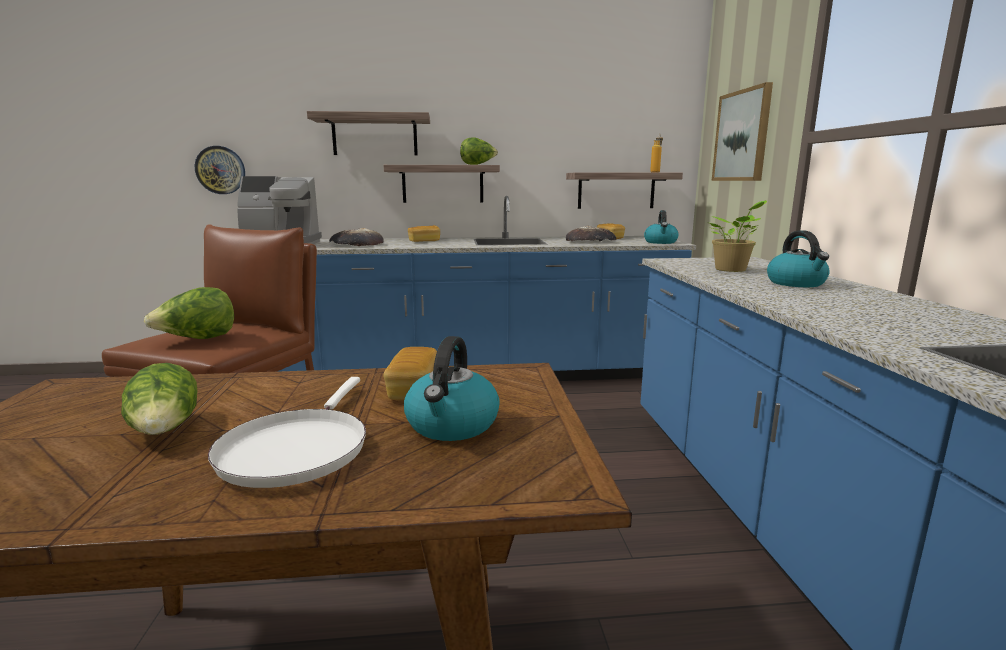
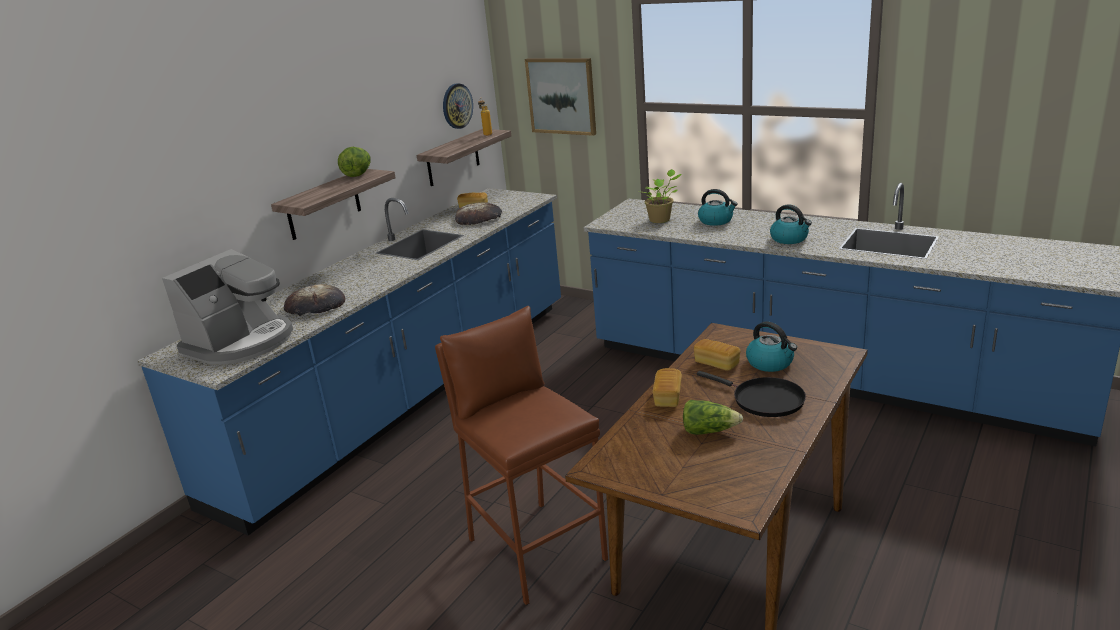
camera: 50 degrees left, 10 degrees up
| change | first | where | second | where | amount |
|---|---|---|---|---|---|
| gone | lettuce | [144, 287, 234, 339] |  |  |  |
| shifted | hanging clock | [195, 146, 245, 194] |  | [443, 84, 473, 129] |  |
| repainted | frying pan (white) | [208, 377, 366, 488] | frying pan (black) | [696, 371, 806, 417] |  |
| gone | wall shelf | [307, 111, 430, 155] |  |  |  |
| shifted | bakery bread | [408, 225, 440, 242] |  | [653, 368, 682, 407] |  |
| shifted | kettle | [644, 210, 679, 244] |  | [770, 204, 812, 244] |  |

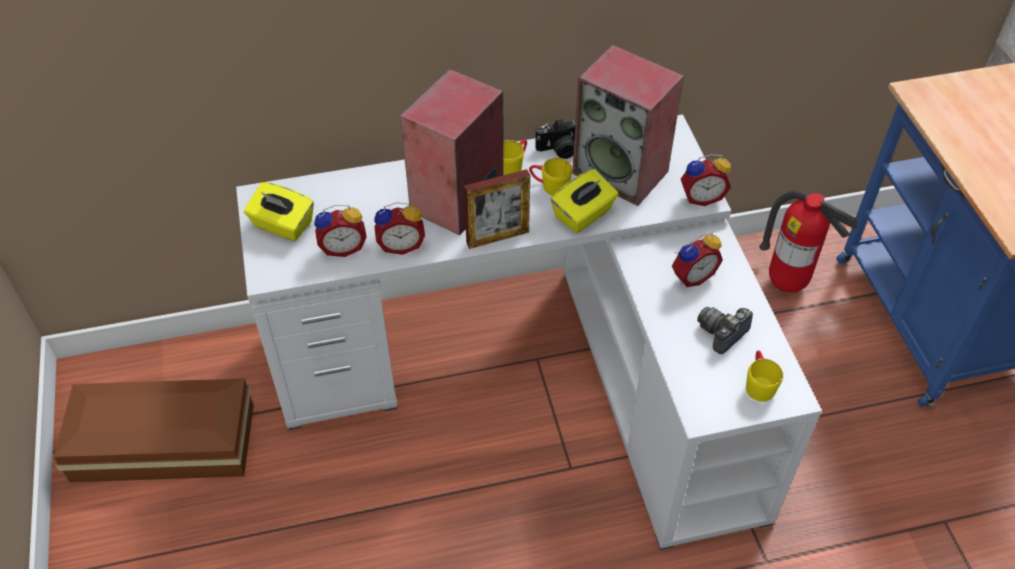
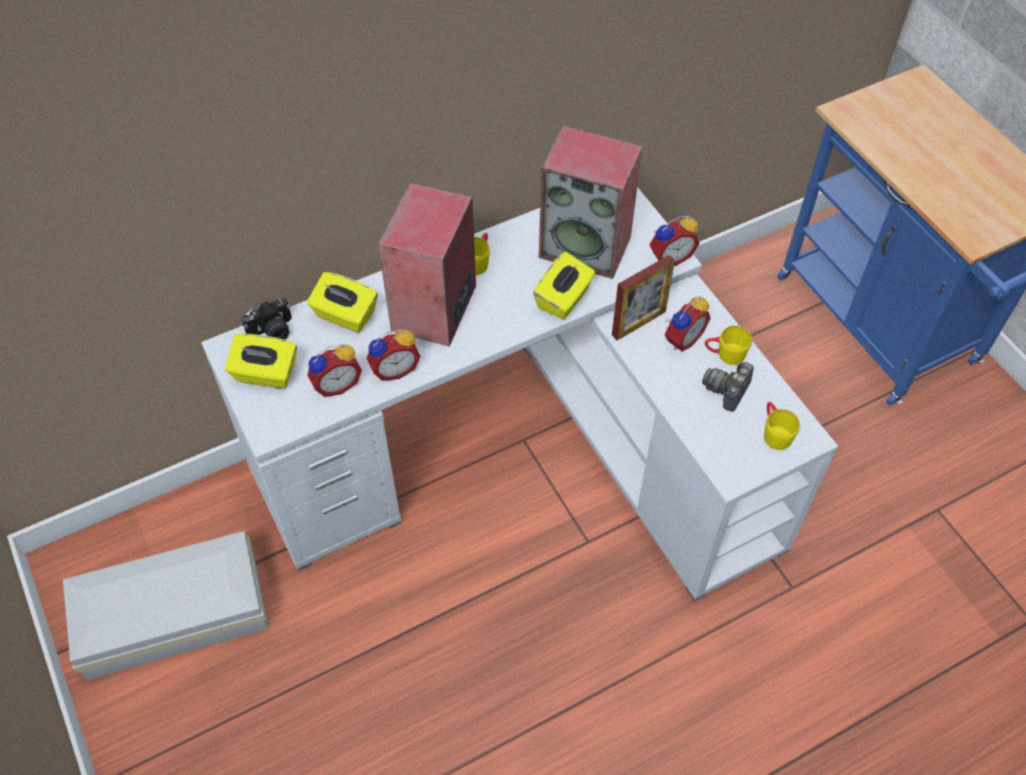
camera: 15 degrees left, 5 degrees up
| change | first | where | second | where | amount |
|---|---|---|---|---|---|
| repainted | storage box (brownish) | [54, 378, 254, 482] | storage box (white) | [63, 531, 269, 680] |  |
| shifted | standing frame | [464, 169, 530, 249] |  | [612, 255, 675, 340] |  |
| shifted | coffee mug (yellowish) | [529, 158, 572, 196] |  | [705, 325, 752, 365] |  |
| shifted | still camera | [535, 119, 575, 159] |  | [241, 298, 292, 340] |  |
| gone | fire-fighting cylinder | [759, 190, 858, 293] |  |  |  |
| new |  |  | tissue holder (yellowish) | [307, 272, 378, 332] |  |

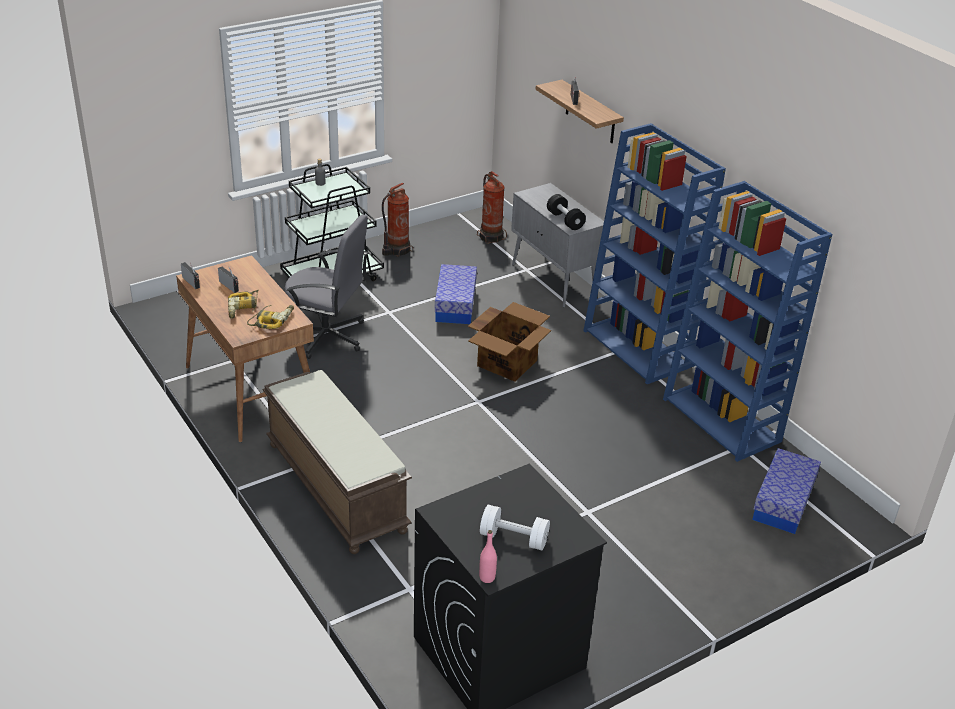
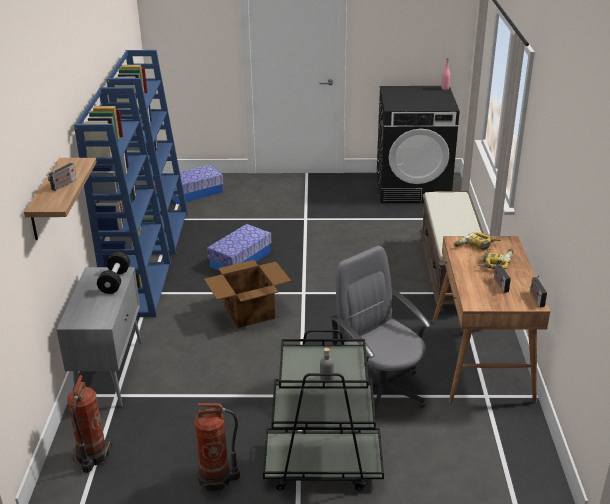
camera: 145 degrees left, 5 degrees down
| change | first | where | second | where | amount |
|---|---|---|---|---|---|
| shifted | storage box | [435, 264, 477, 324] |  | [207, 224, 272, 271] |  |
| gone | dumbbell (white) | [480, 505, 550, 551] |  |  |  |

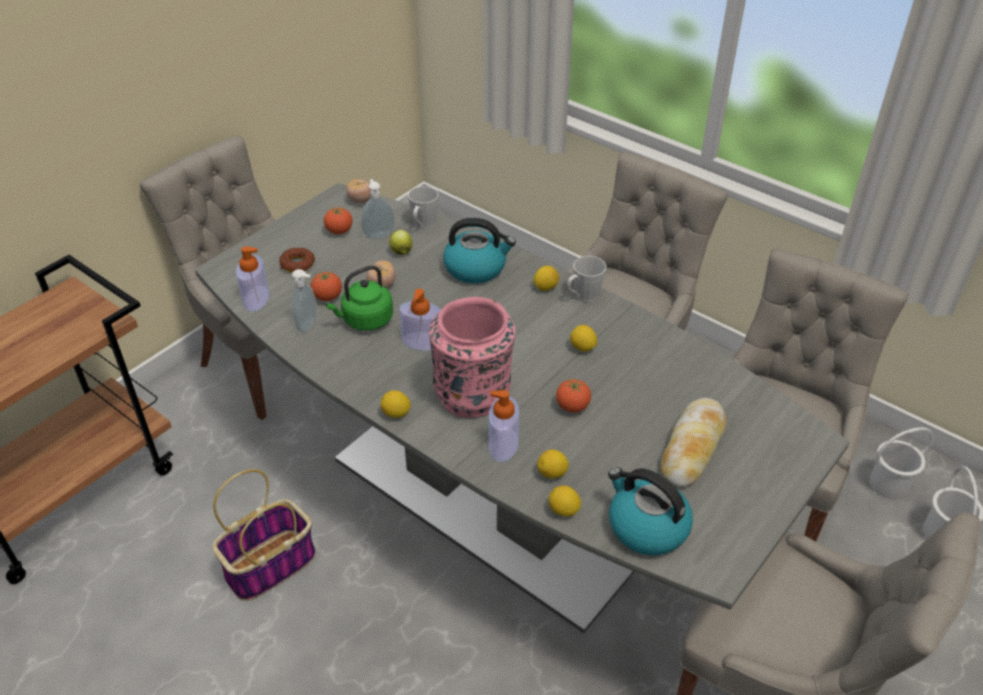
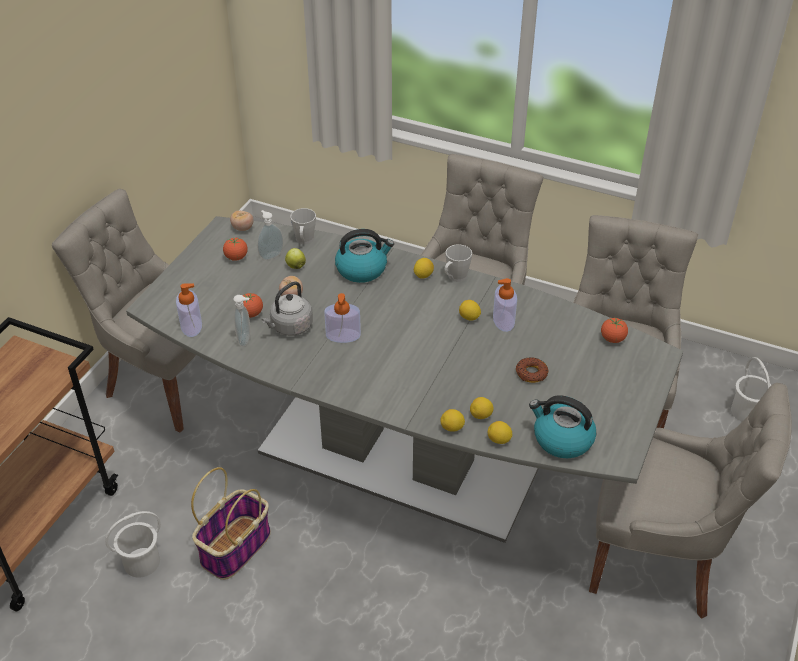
camera: 15 degrees left, 0 degrees up
| change | first | where | second | where | amount |
|---|---|---|---|---|---|
| shifted | donut | [279, 248, 315, 273] |  | [516, 358, 548, 383] |  |
| repainted | kettle (greenish) | [326, 265, 393, 331] | kettle (gray) | [262, 281, 313, 336] |  |
| shifted | lemon | [380, 390, 411, 418] |  | [440, 409, 465, 432] |  |
| gone | decorative vase (pinkish) | [429, 297, 515, 418] |  |  |  |
| shifted | soap dispenser | [489, 390, 519, 462] |  | [493, 278, 517, 332] |  |
| shifted | whole tomato | [556, 379, 591, 413] |  | [601, 318, 628, 343] |  |
| gone | bakery bread | [660, 398, 726, 487] |  |  |  |
| shifted | pail (white) | [869, 427, 934, 500] |  | [105, 511, 161, 578] |  |

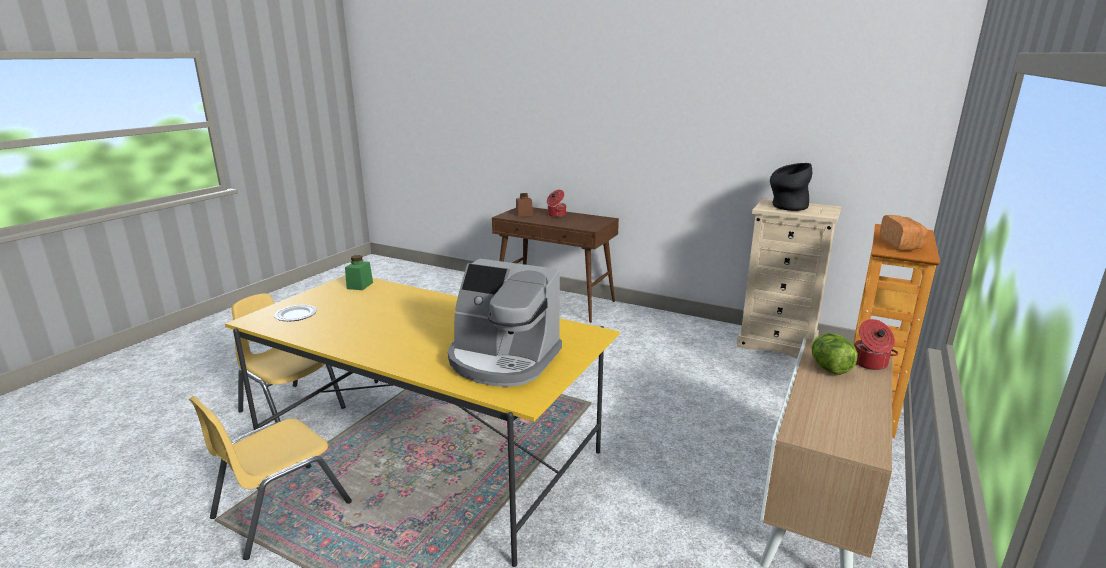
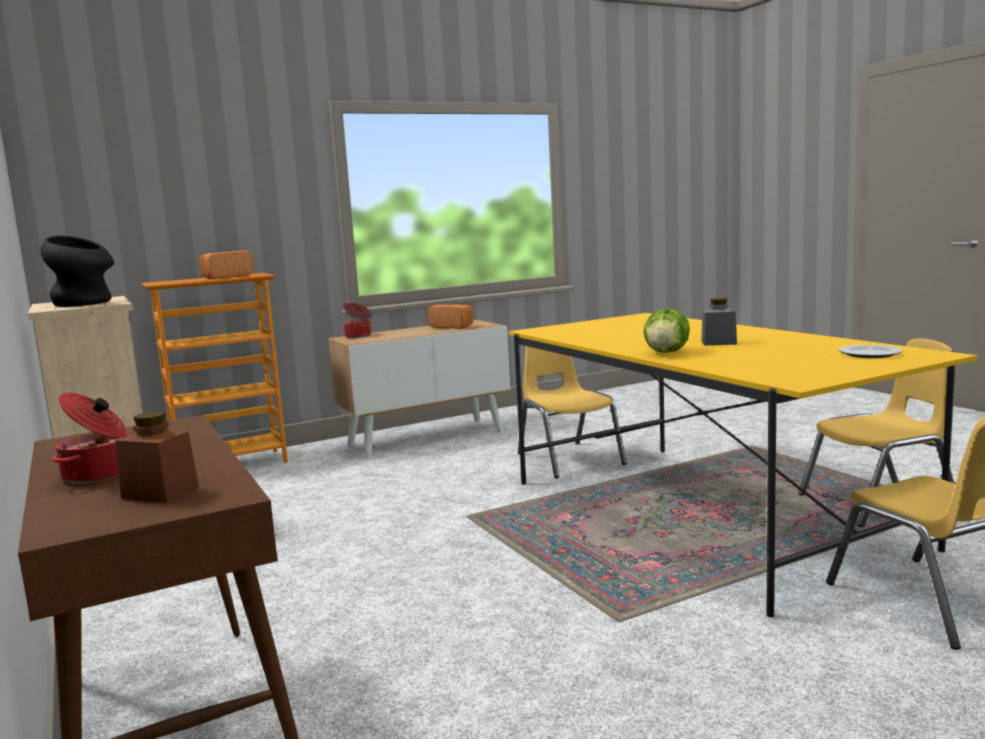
camera: 145 degrees left, 10 degrees down
| change | first | where | second | where | amount |
|---|---|---|---|---|---|
| gone | jar (greenish) | [345, 255, 373, 290] |  |  |  |
| gone | coffee brewer | [448, 259, 562, 387] |  |  |  |
| shifted | lettuce | [811, 333, 858, 375] |  | [643, 308, 690, 353] |  |
| new |  |  | bakery bread | [427, 304, 473, 329] |  |
| new |  |  | upright chair (yellowish) | [518, 346, 627, 478] |  |
| new |  |  | jar (gray) | [701, 298, 737, 346] |  |

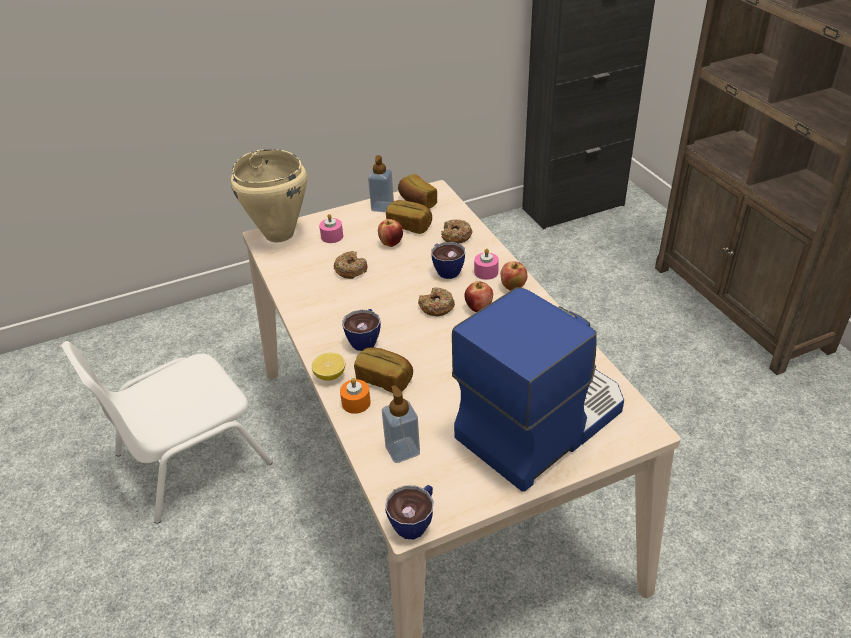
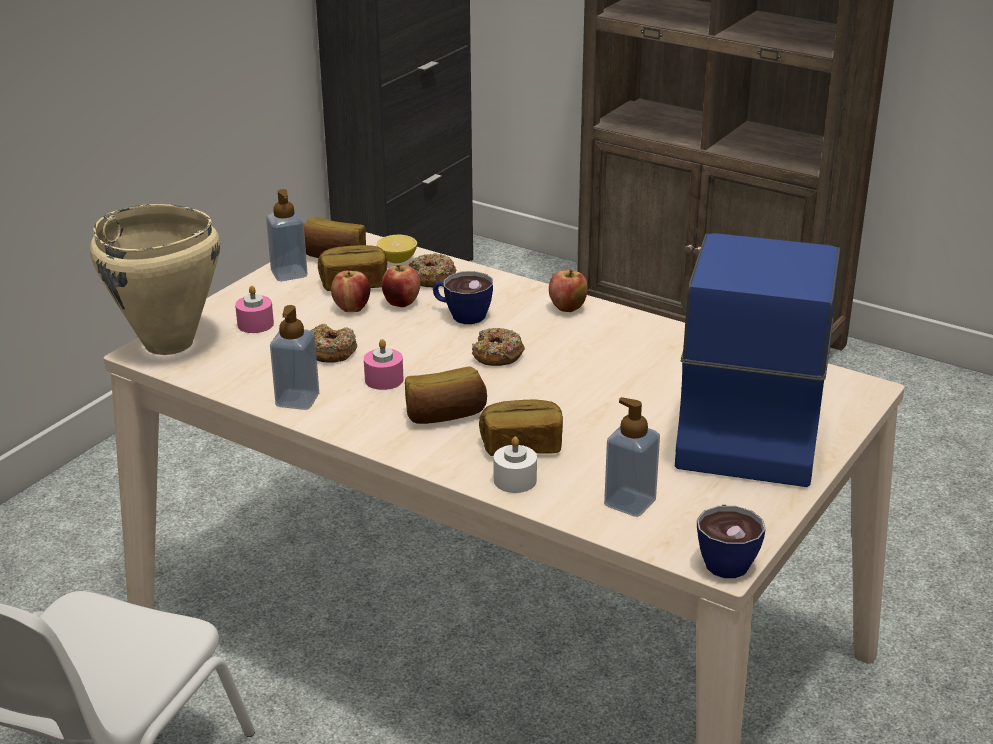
camera: 35 degrees left, 10 degrees down
| change | first | where | second | where | amount |
|---|---|---|---|---|---|
| shifted | lemon | [312, 353, 345, 381] |  | [377, 235, 417, 264] |  |
| repainted | candle (orange) | [340, 378, 371, 414] | candle (white) | [494, 437, 537, 493] |  |
| swapped | small cup | [342, 309, 381, 351] | bakery bread | [405, 366, 487, 424] |  |
| shifted | apple | [465, 281, 493, 312] |  | [382, 265, 421, 307] |  |
| shifted | candle (pinkish) | [474, 248, 499, 280] |  | [364, 339, 404, 390] |  |
| new |  |  | soap dispenser | [270, 305, 319, 410] |  |

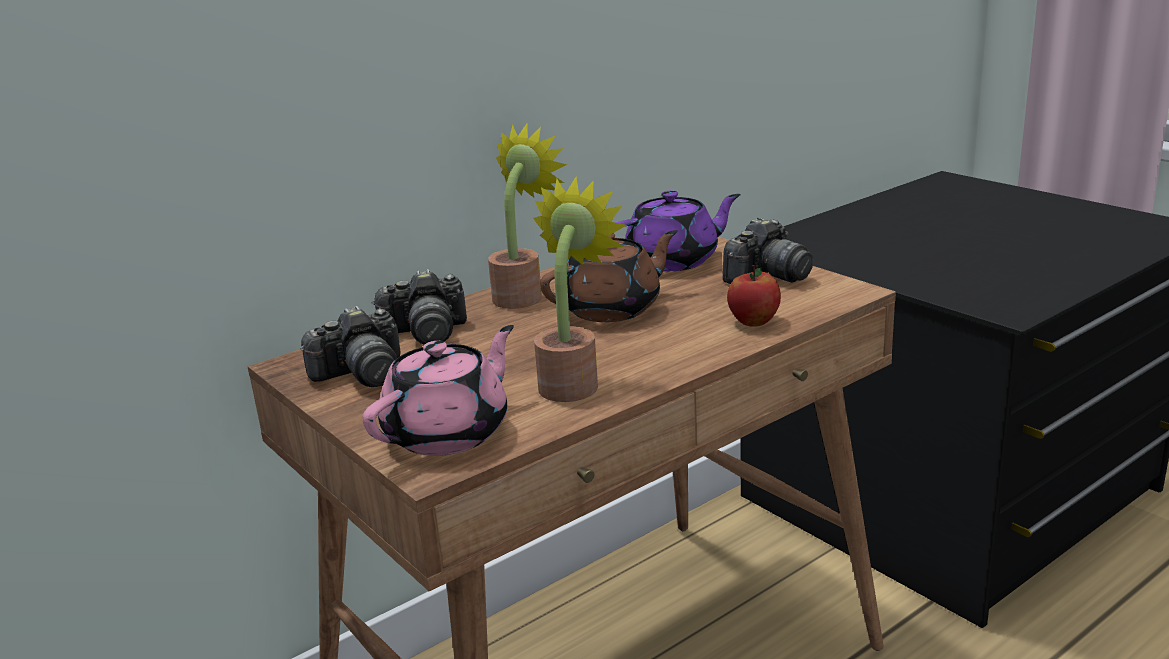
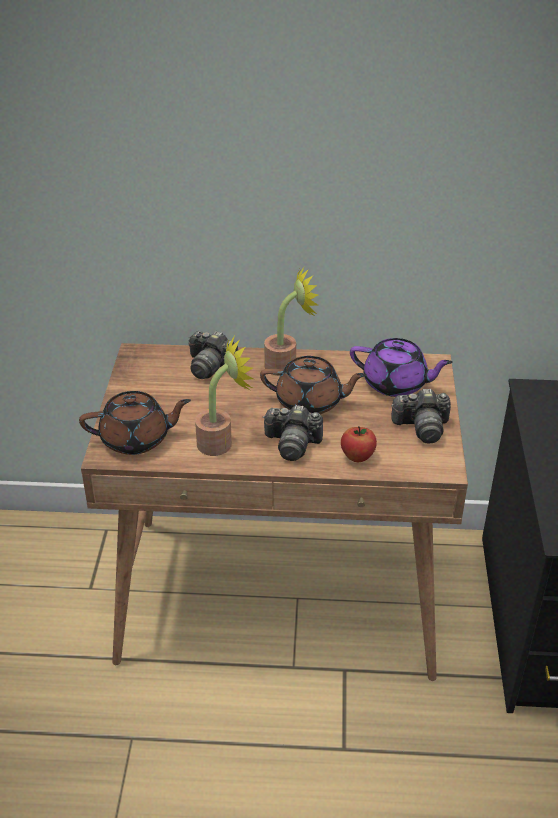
camera: 40 degrees right, 15 degrees up
| change | first | where | second | where | amount |
|---|---|---|---|---|---|
| shifted | still camera | [300, 306, 401, 387] |  | [263, 405, 323, 461] |  |
| repainted | pot for tea (pinkish) | [363, 325, 514, 456] | pot for tea (brownish) | [79, 391, 191, 455] |  |

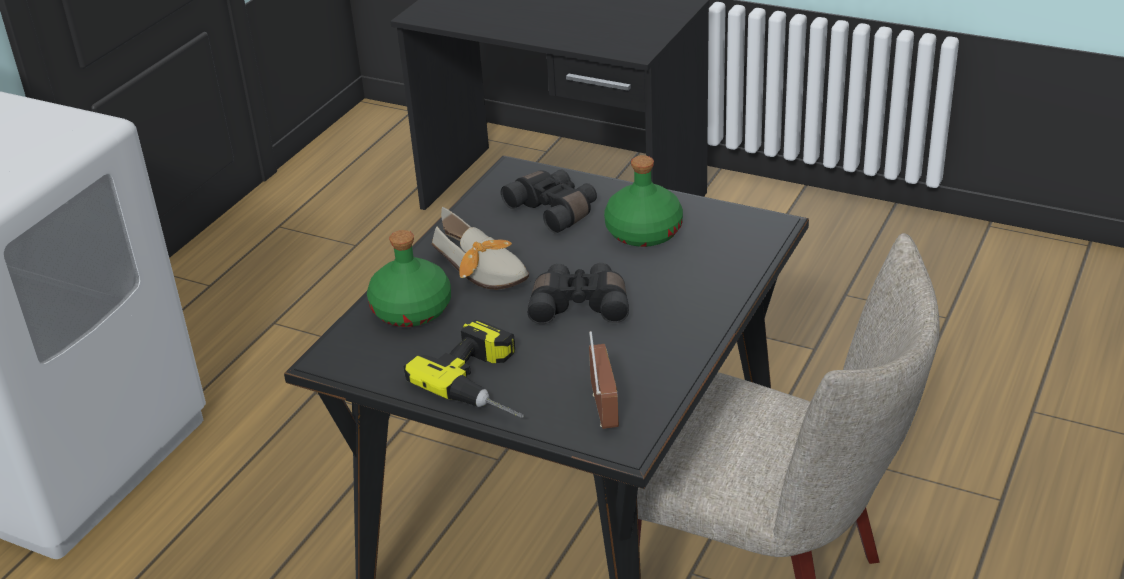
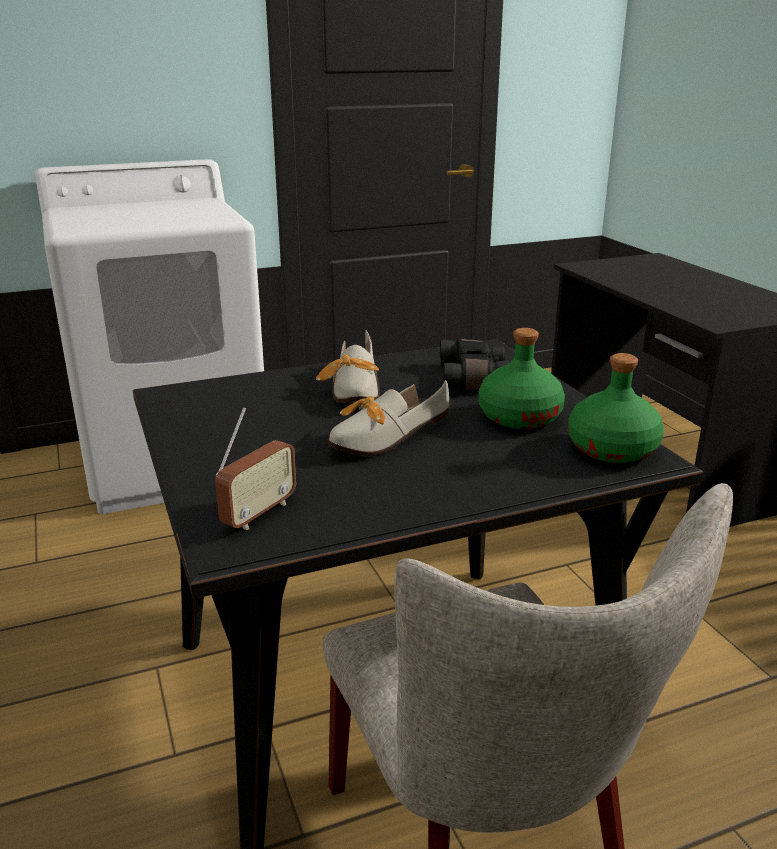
camera: 40 degrees right, 10 degrees down
| change | first | where | second | where | amount |
|---|---|---|---|---|---|
| shifted | beverage bottle (greenish) | [367, 230, 451, 327] |  | [568, 353, 664, 463] |  |
| gone | power drill | [403, 320, 524, 418] |  |  |  |
| swapped | pair of binoculars (black) | [528, 263, 629, 324] | shoe | [328, 380, 450, 456] |  |

